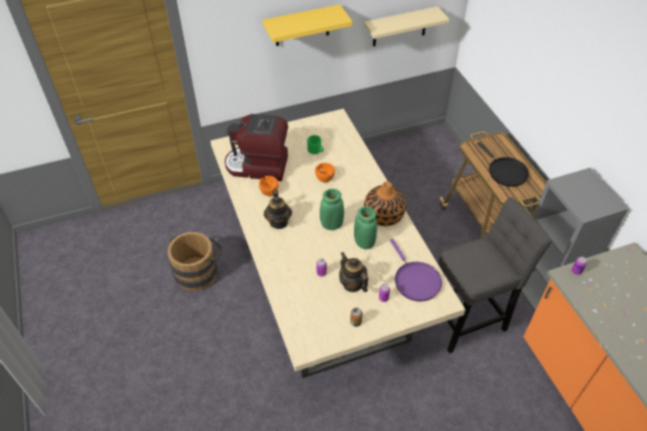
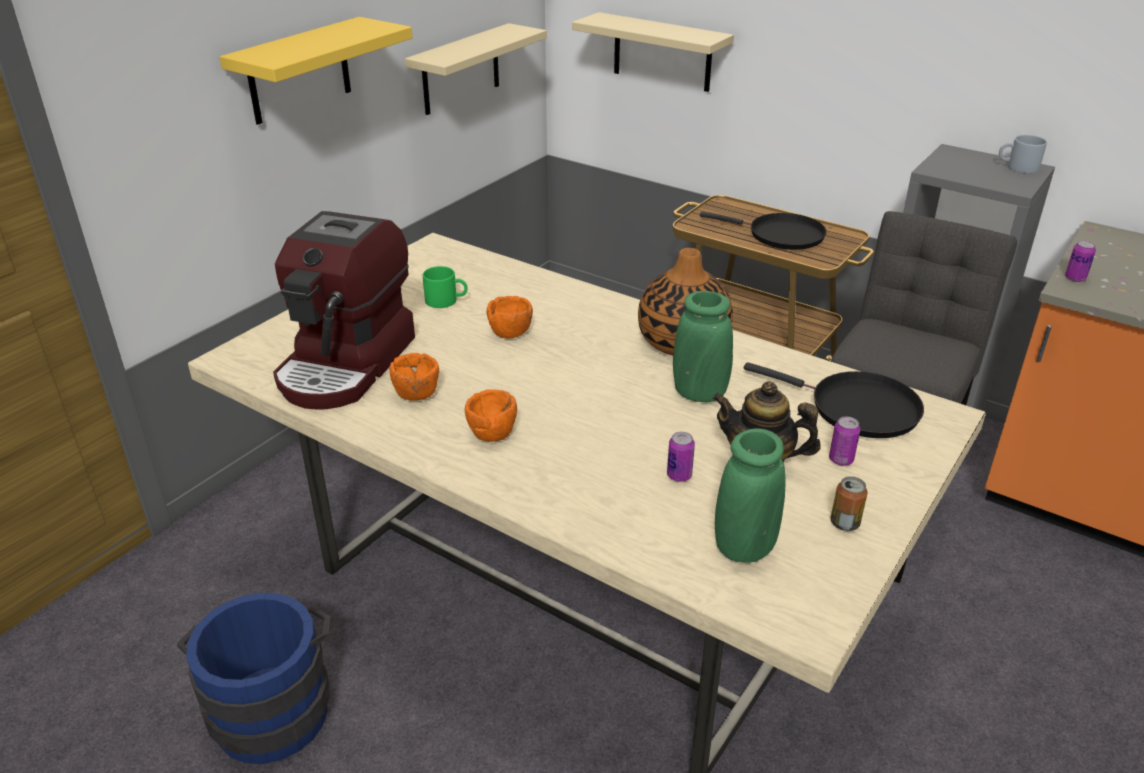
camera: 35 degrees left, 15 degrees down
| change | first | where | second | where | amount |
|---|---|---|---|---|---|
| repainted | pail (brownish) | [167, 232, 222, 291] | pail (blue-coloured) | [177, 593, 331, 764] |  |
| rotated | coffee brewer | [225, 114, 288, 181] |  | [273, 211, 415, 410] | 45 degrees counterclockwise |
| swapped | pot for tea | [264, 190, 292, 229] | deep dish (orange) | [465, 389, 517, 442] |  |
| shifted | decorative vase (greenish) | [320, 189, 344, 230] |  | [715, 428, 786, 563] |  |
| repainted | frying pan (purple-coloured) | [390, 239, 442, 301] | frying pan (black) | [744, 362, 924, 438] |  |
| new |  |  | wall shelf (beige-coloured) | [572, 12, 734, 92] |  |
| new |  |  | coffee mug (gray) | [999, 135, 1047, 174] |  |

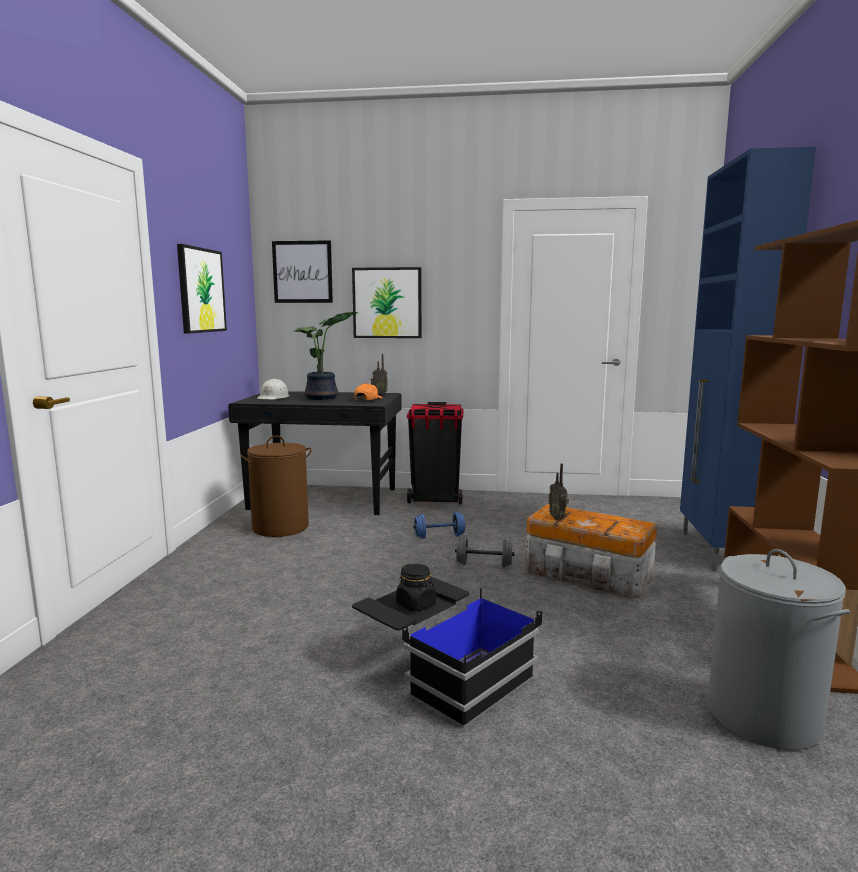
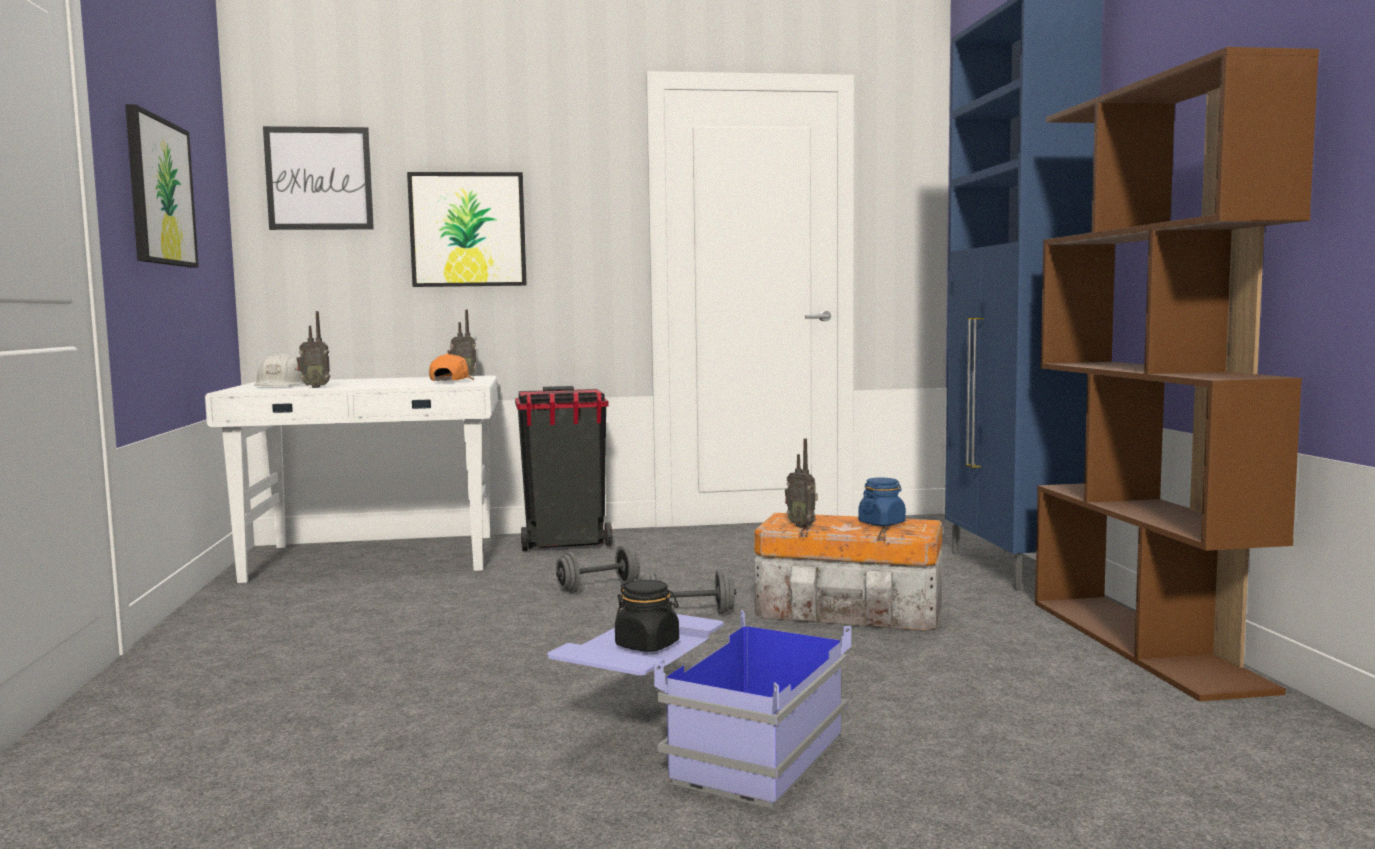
camera: 15 degrees left, 5 degrees down
| change | first | where | second | where | amount |
|---|---|---|---|---|---|
| repainted | desk unit (black) | [228, 391, 402, 515] | desk unit (white) | [205, 375, 498, 583] |  |
| gone | laundry basket (brownish) | [241, 435, 312, 537] |  |  |  |
| gone | plant in a pot | [294, 312, 357, 400] |  |  |  |
| repainted | storage box (black) | [352, 577, 542, 728] | storage box (blue-coloured) | [547, 610, 851, 809] |  |
| repainted | dumbbell (blue-coloured) | [413, 512, 465, 539] | dumbbell (gray) | [556, 545, 640, 593] |  |
| gone | laundry basket (gray) | [708, 549, 850, 750] |  |  |  |
| new |  |  | radio receiver | [296, 311, 330, 388] |  |
| new |  |  | jar (blue-coloured) | [859, 478, 906, 526] |  |

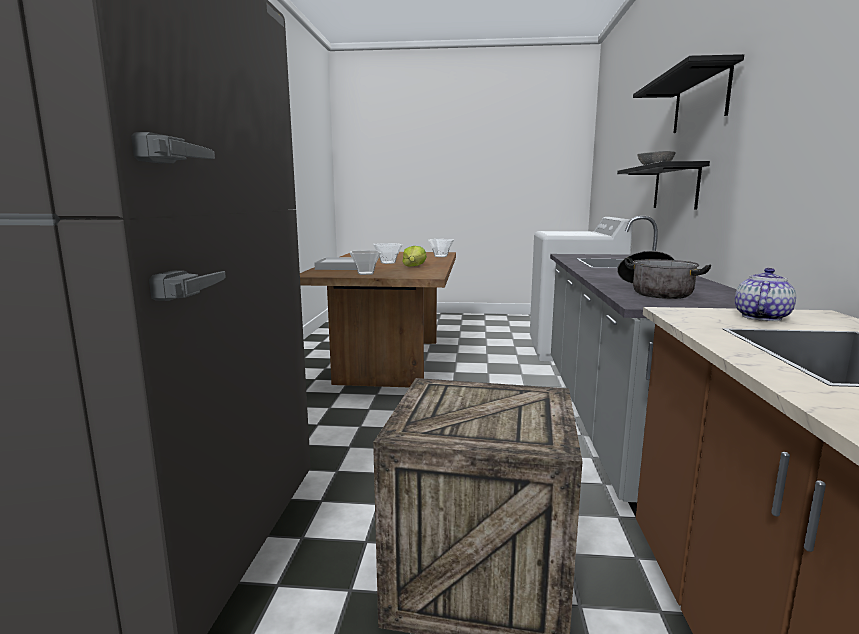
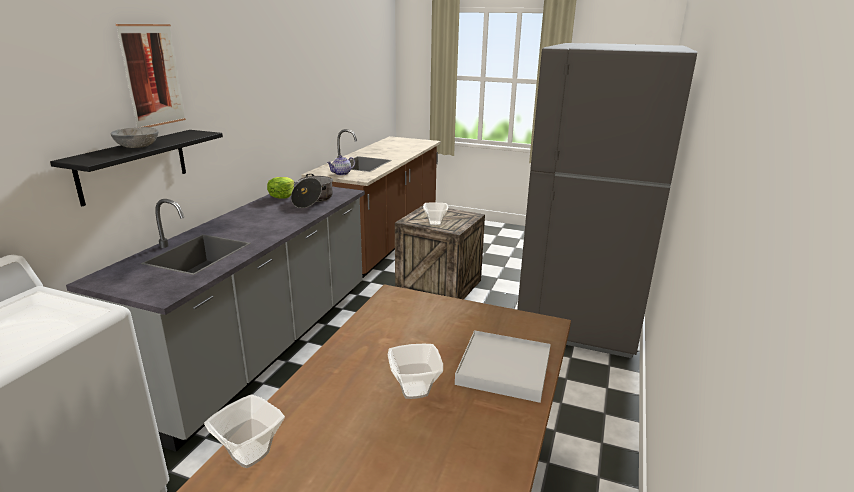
camera: 165 degrees left, 10 degrees up
| change | first | where | second | where | amount |
|---|---|---|---|---|---|
| shifted | deep dish | [349, 250, 381, 275] |  | [423, 203, 448, 225] |  |
| shifted | lettuce | [402, 246, 427, 267] |  | [267, 177, 294, 199] |  |
| swapped | wall shelf (black) | [633, 54, 744, 133] | wall art | [116, 24, 186, 127] |  |

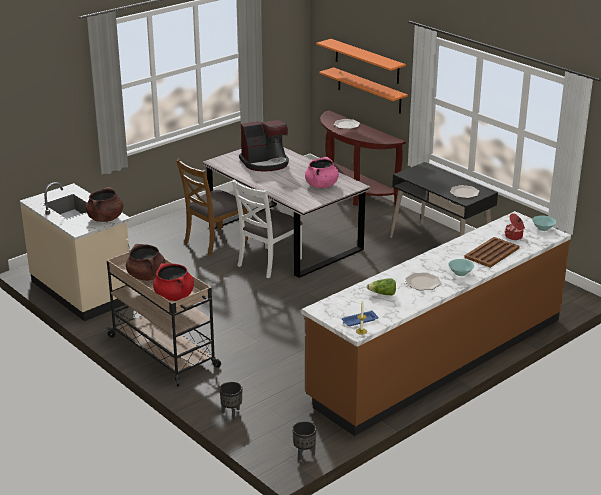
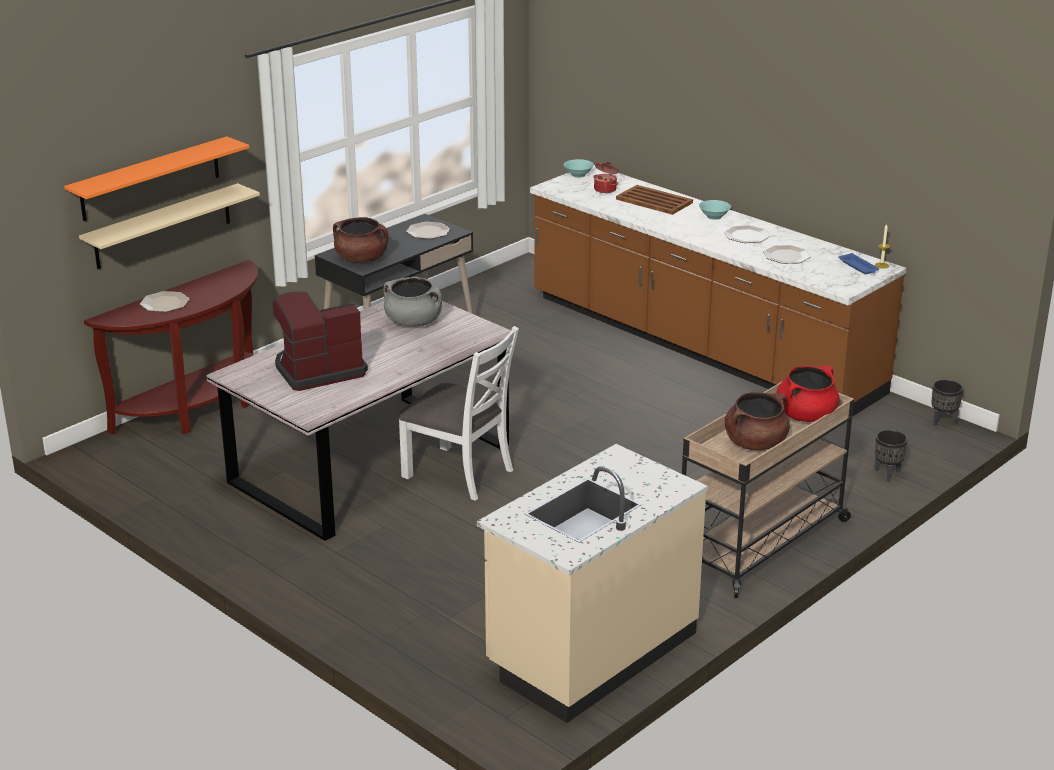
camera: 95 degrees left, 0 degrees up
| change | first | where | second | where | amount |
|---|---|---|---|---|---|
| shifted | cooking pot (brownish) | [86, 187, 123, 222] |  | [333, 217, 388, 263] |  |
| gone | upright chair (brownish) | [176, 159, 248, 256] |  |  |  |
| rotated | coffee brewer | [239, 120, 289, 172] |  | [272, 291, 368, 391] | 90 degrees counterclockwise |
| repainted | cooking pot (pinkish) | [305, 157, 339, 188] | cooking pot (gray) | [384, 277, 442, 327] |  |
| repainted | wall shelf (orange) | [319, 67, 408, 114] | wall shelf (beige-coloured) | [79, 183, 260, 269] |  |
| swapped | lettuce | [367, 278, 396, 295] | plate | [764, 245, 810, 264] |  |

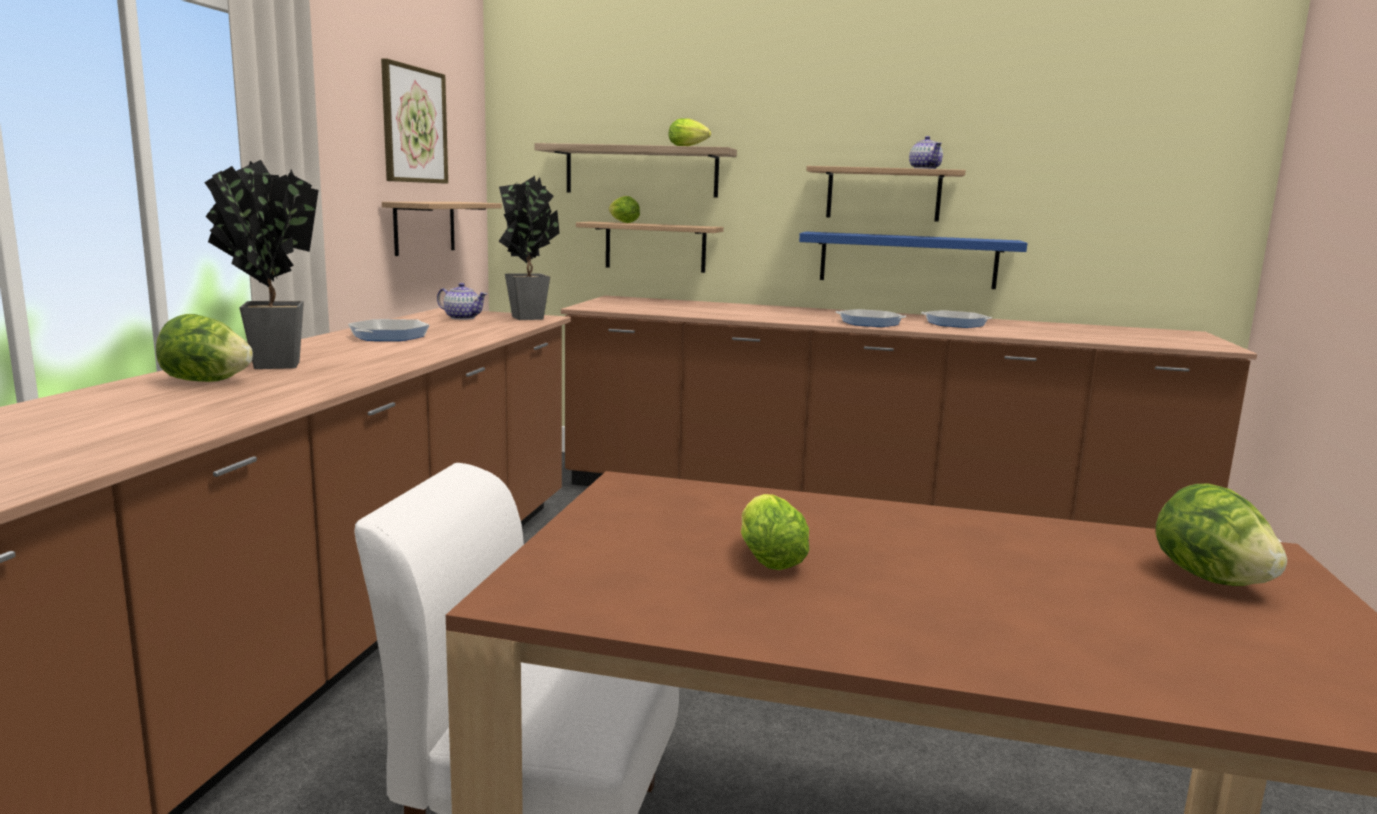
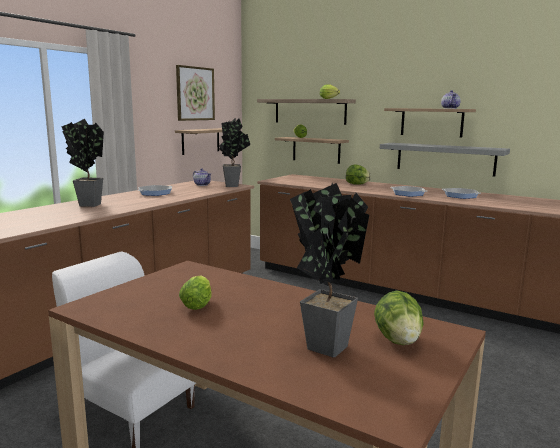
camera: 20 degrees right, 0 degrees up
| change | first | where | second | where | amount |
|---|---|---|---|---|---|
| shifted | lettuce | [156, 314, 253, 382] |  | [346, 165, 371, 185] |  |
| repainted | wall shelf (blue-coloured) | [799, 232, 1027, 289] | wall shelf (gray) | [380, 143, 510, 177] |  |
| new |  |  | plant in a pot | [290, 183, 369, 357] |  |

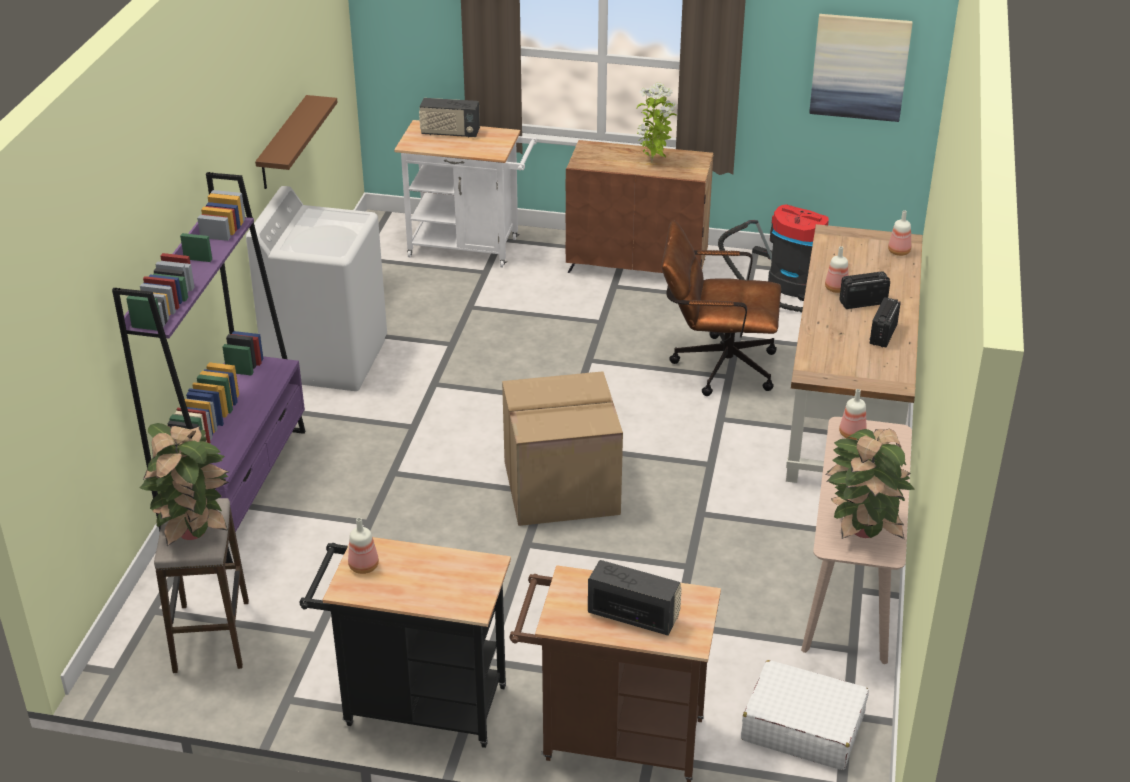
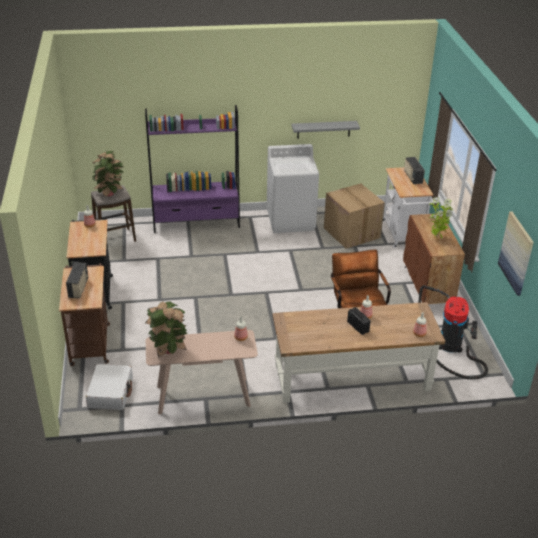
camera: 70 degrees right, 0 degrees up
| change | first | where | second | where | amount |
|---|---|---|---|---|---|
| repainted | wall shelf (brownish) | [255, 95, 338, 189] | wall shelf (gray) | [292, 121, 360, 139] |  |
| shifted | cardboard box | [502, 371, 623, 526] |  | [324, 184, 385, 249] |  |
| gone | radio receiver | [869, 297, 901, 347] |  |  |  |

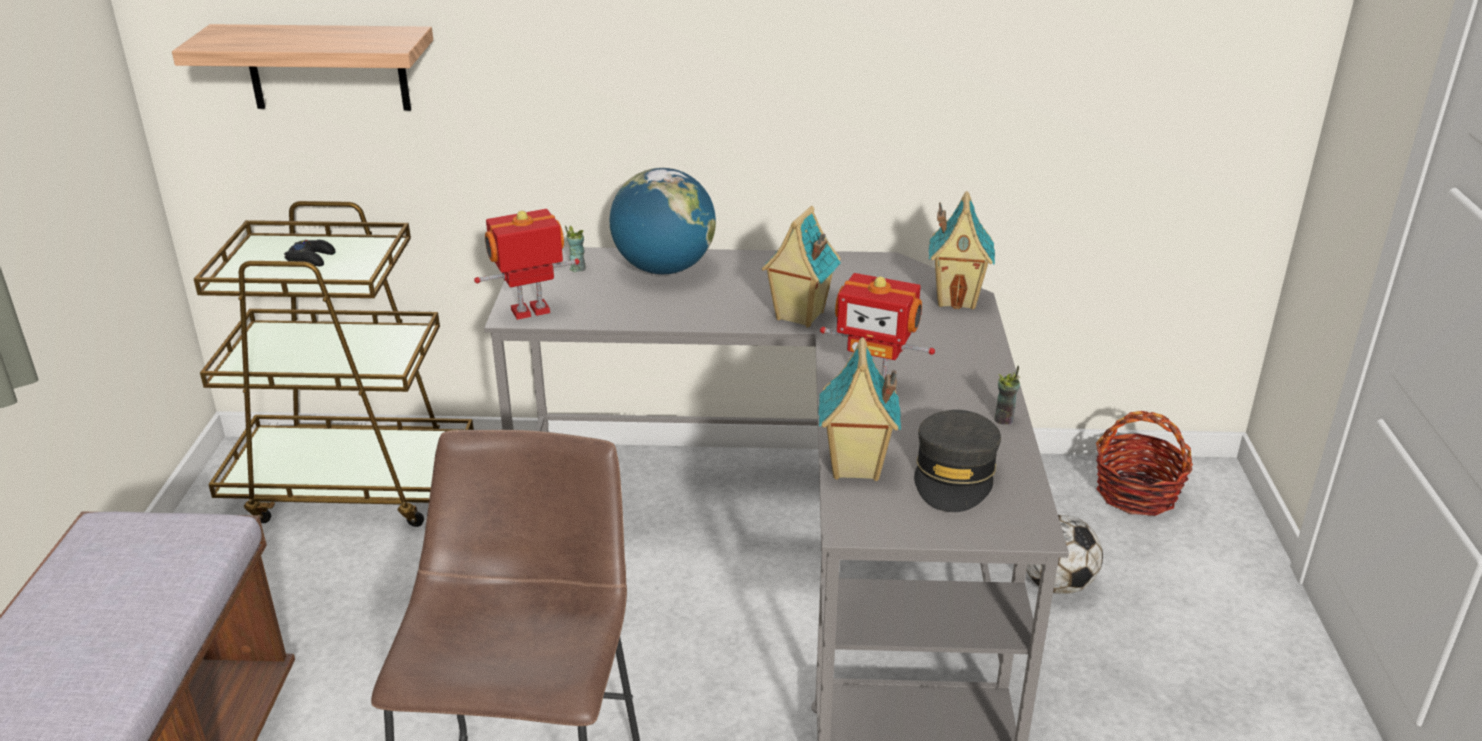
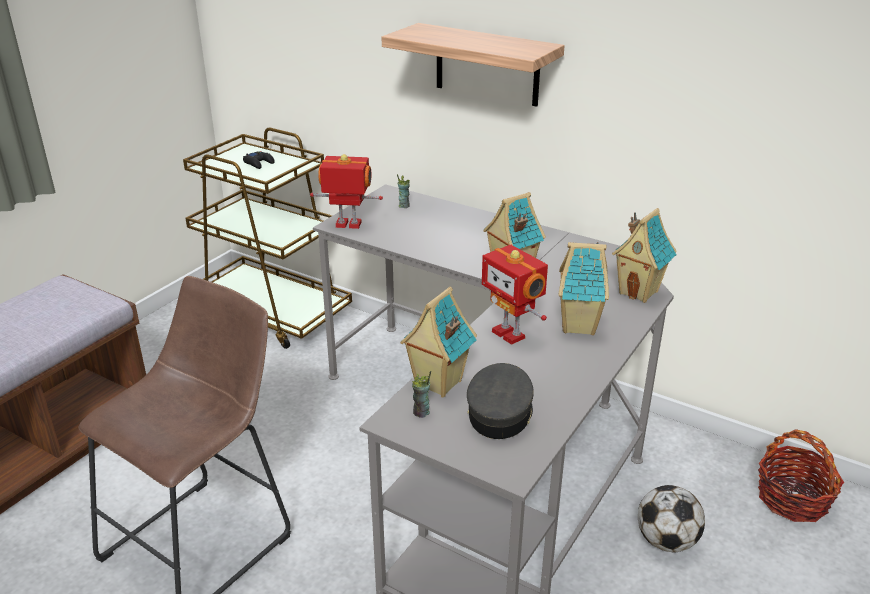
camera: 30 degrees right, 0 degrees up
| change | first | where | second | where | amount |
|---|---|---|---|---|---|
| shifted | wall shelf | [172, 24, 433, 111] |  | [382, 23, 565, 107] |  |
| gone | world globe | [610, 168, 716, 274] |  |  |  |
| rotated | peaked cap (gray) | [914, 410, 1001, 512] |  | [467, 363, 534, 439] | 150 degrees clockwise |
| shifted | small cup | [994, 365, 1020, 425] |  | [412, 371, 431, 418] |  |
| new |  |  | toy house | [559, 242, 609, 335] |  |

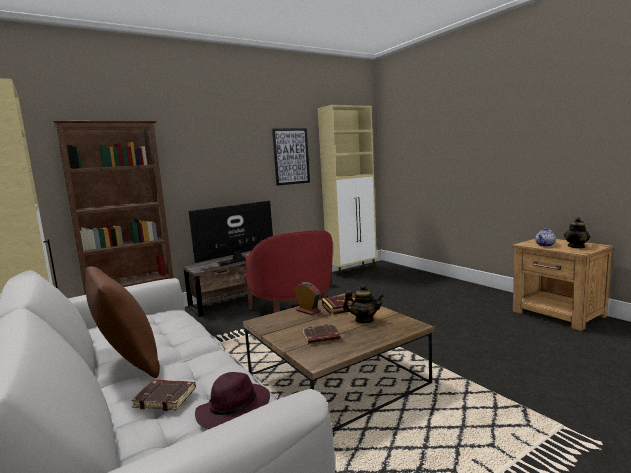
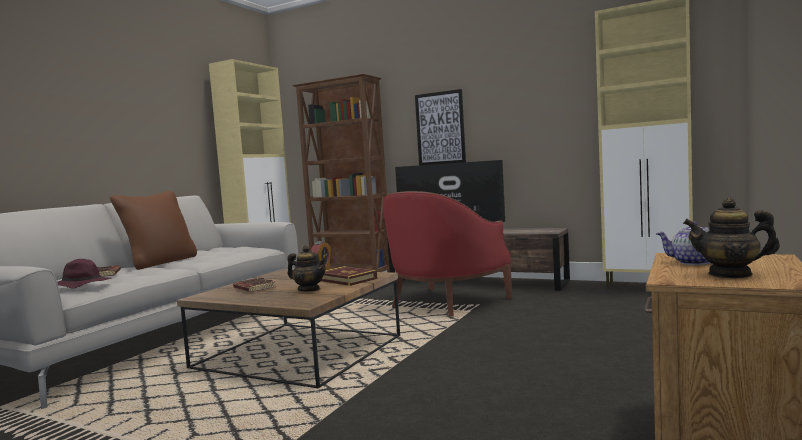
camera: 60 degrees right, 5 degrees down
| change | first | where | second | where | amount |
|---|---|---|---|---|---|
| shifted | wall art | [272, 128, 310, 186] |  | [415, 89, 466, 165] |  |
| rotated | pot for tea | [343, 284, 384, 323] |  | [288, 246, 327, 292] | 45 degrees counterclockwise |

